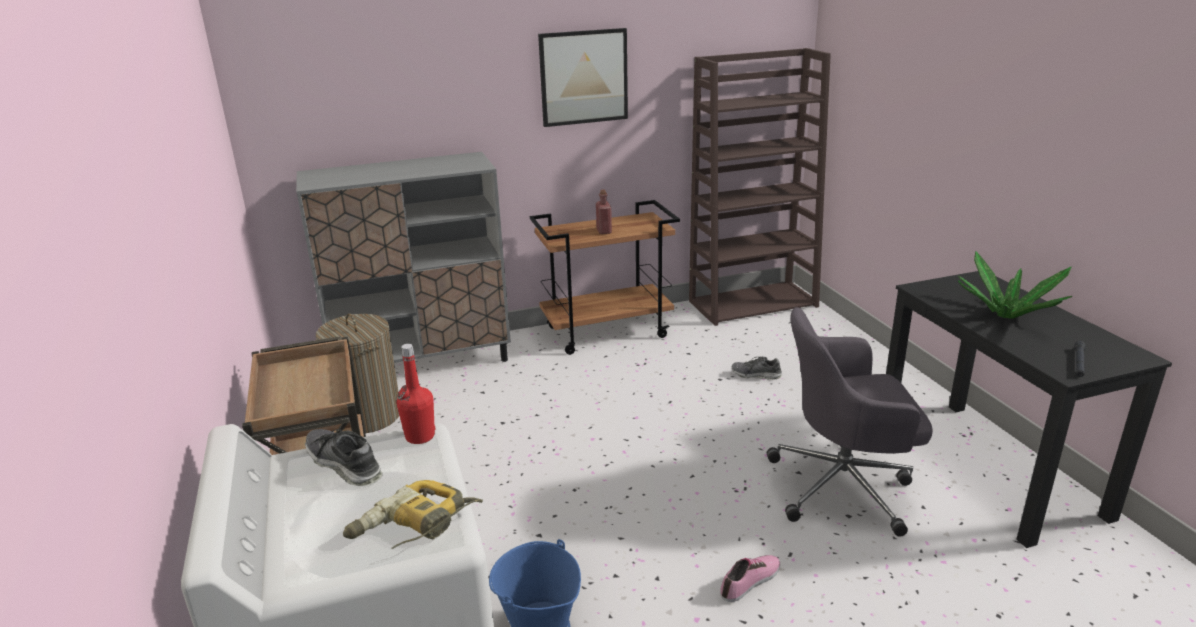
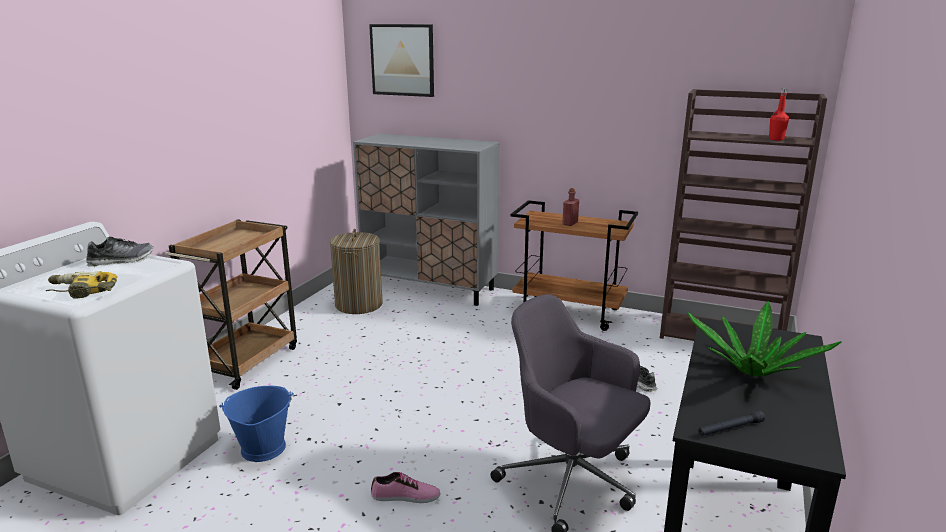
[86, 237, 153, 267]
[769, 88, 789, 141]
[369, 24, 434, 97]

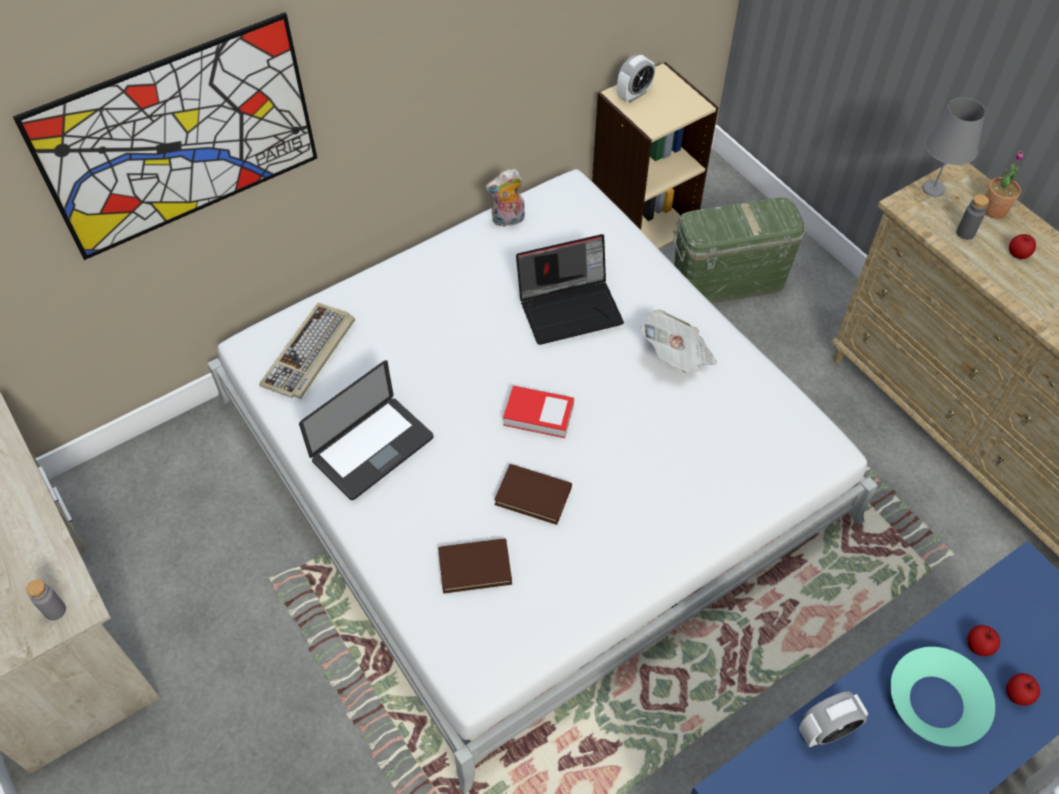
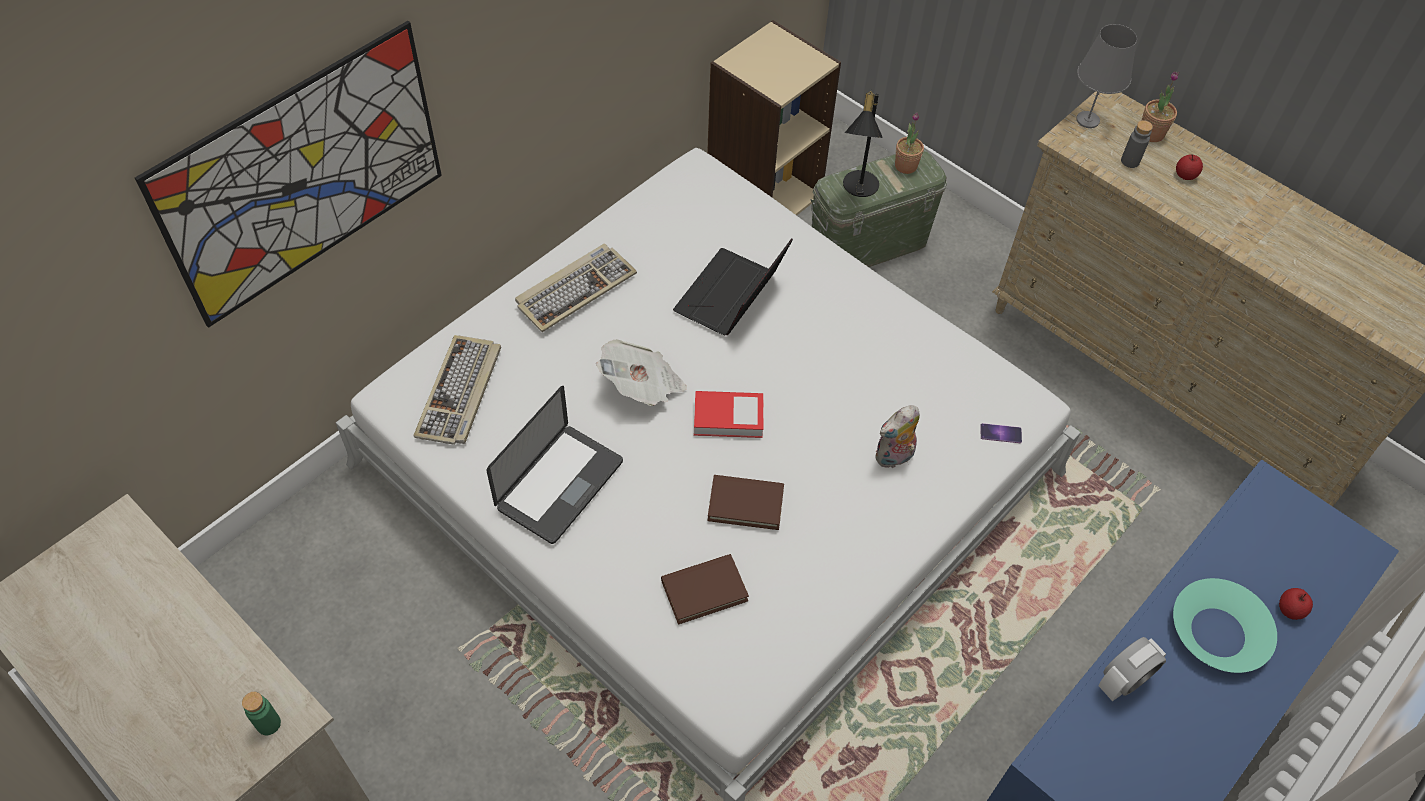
[242, 692, 281, 735]
[876, 405, 920, 468]
[673, 238, 793, 336]
[617, 55, 655, 103] (first image)
[596, 339, 687, 406]
[967, 625, 1000, 656] (first image)
[515, 244, 637, 332]
[843, 91, 883, 197]
[895, 112, 924, 174]
[980, 423, 1022, 443]

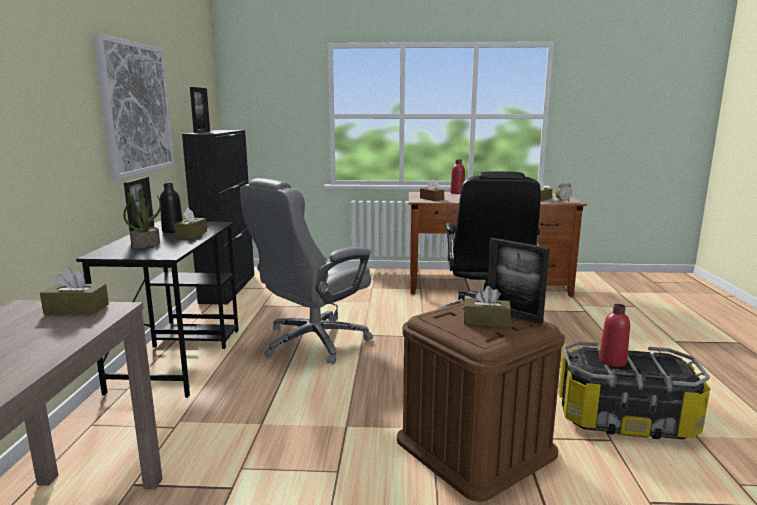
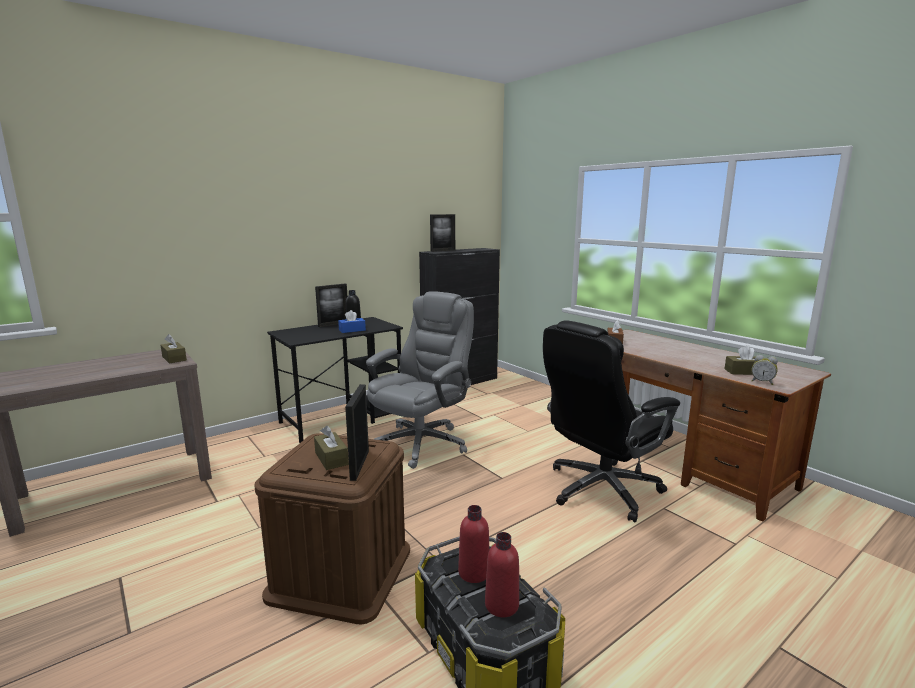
[93, 33, 174, 180] (first image)
[123, 189, 161, 249] (first image)
[338, 310, 366, 333]
[366, 291, 474, 469]
[485, 532, 519, 617]

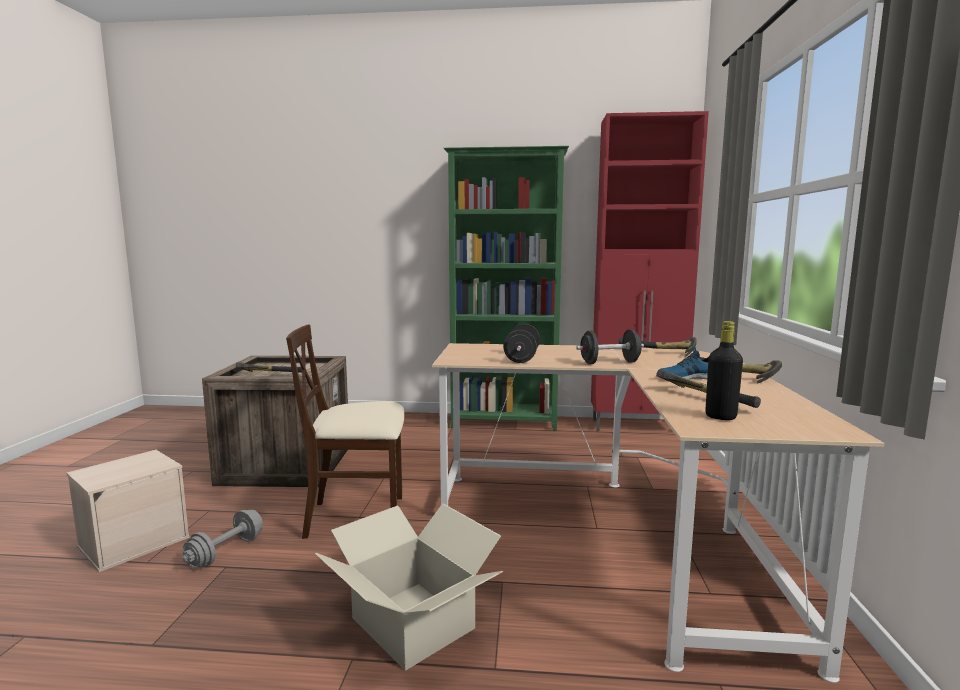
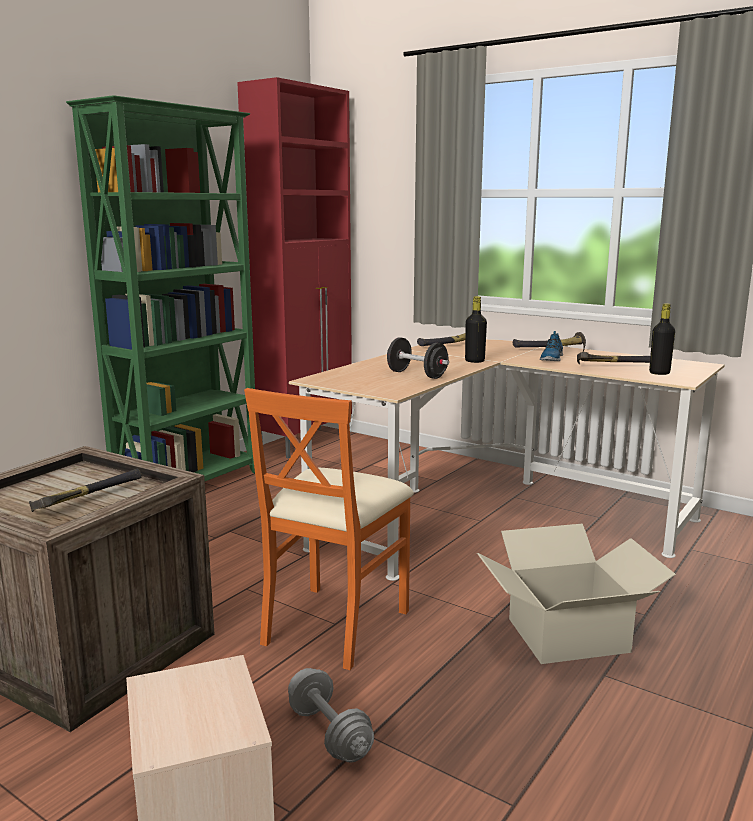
[244, 388, 414, 670]
[465, 296, 487, 363]

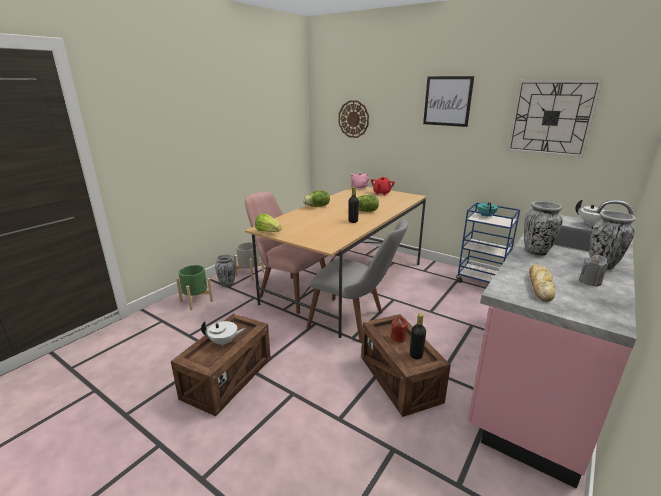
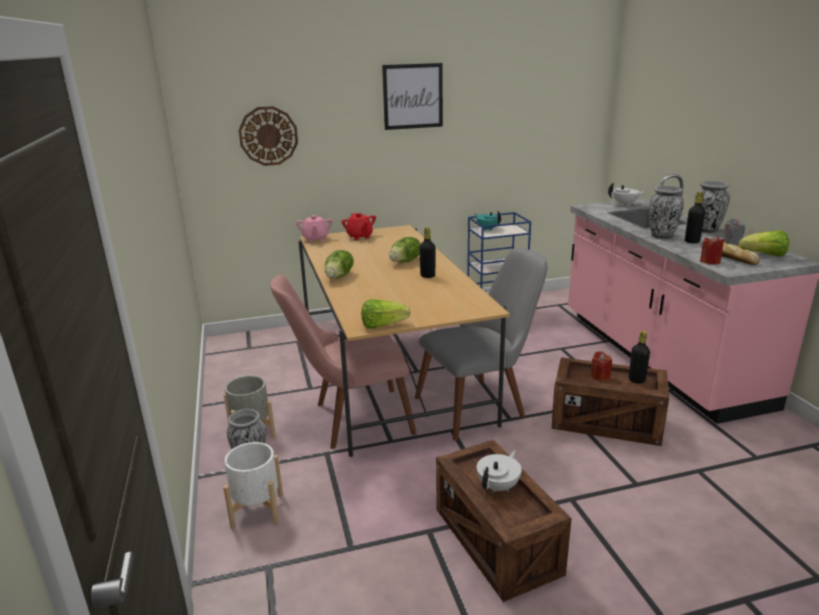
[223, 442, 283, 529]
[507, 80, 603, 158] (first image)
[685, 192, 706, 243]
[700, 235, 724, 265]
[739, 231, 789, 256]

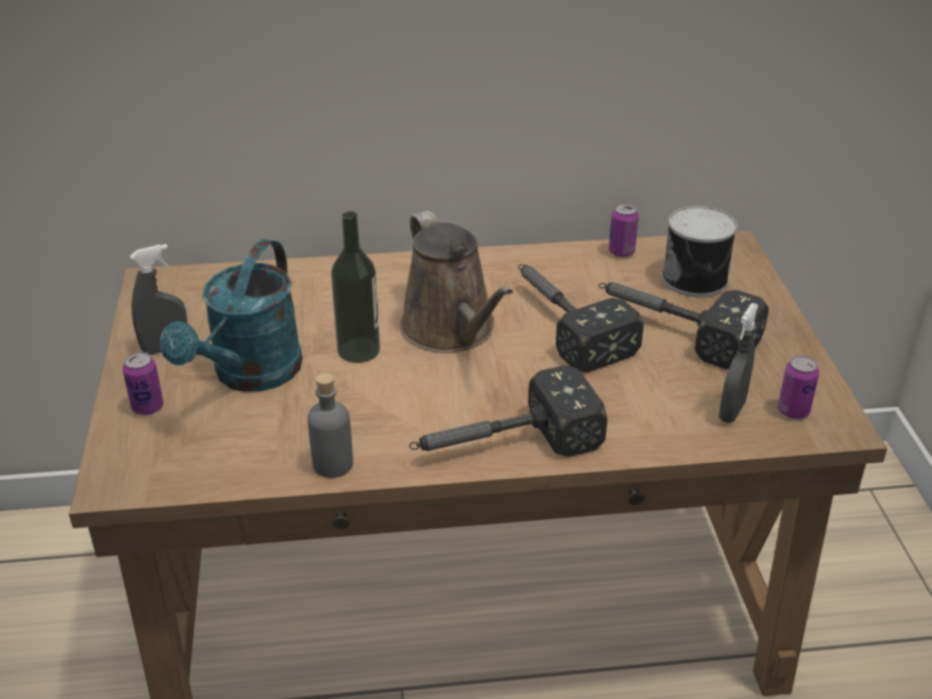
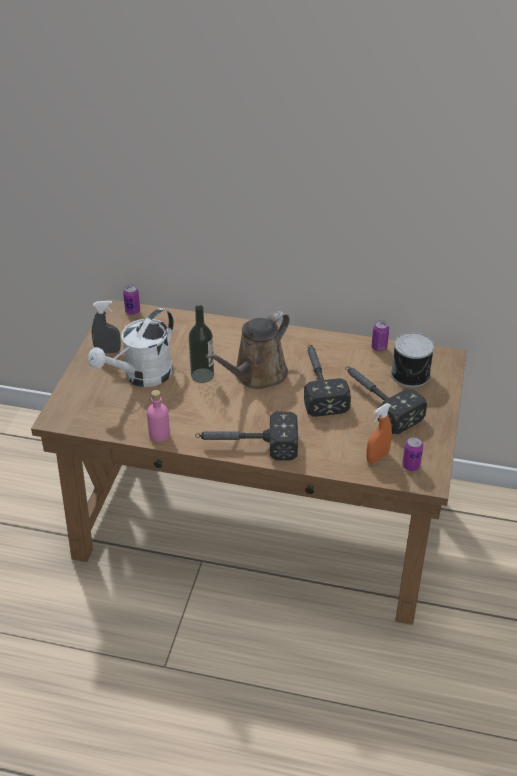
[123, 285, 140, 315]
[88, 308, 174, 387]
[147, 390, 170, 442]
[205, 311, 290, 389]
[366, 403, 392, 464]

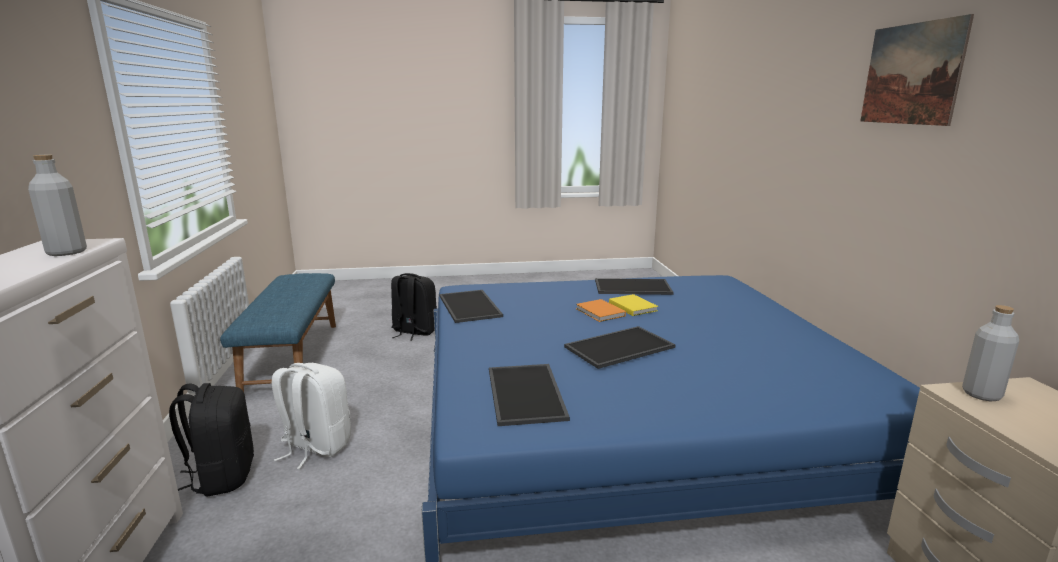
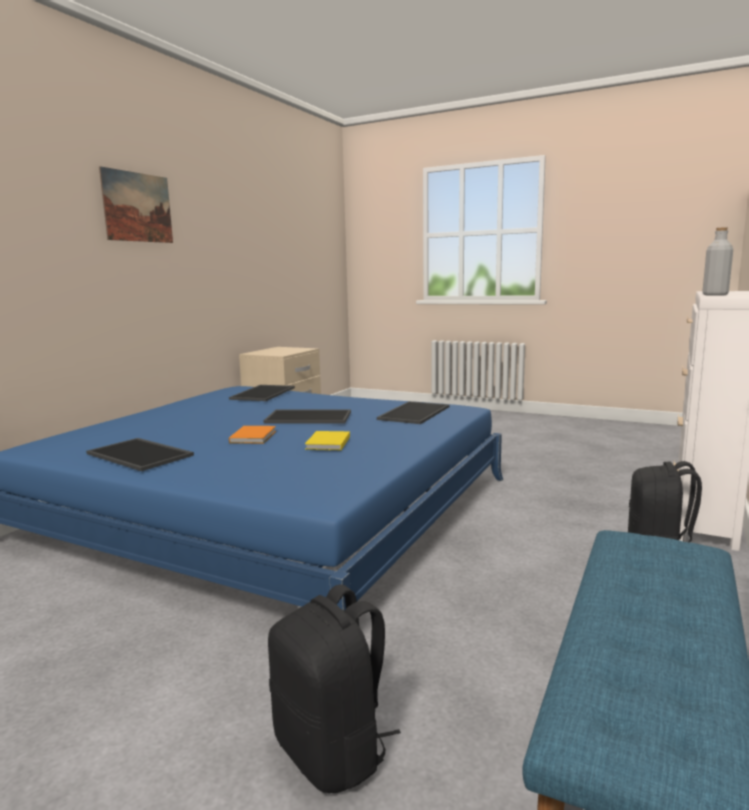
[272, 363, 351, 469] (first image)
[229, 385, 295, 401]
[305, 431, 350, 450]
[962, 305, 1019, 402] (first image)

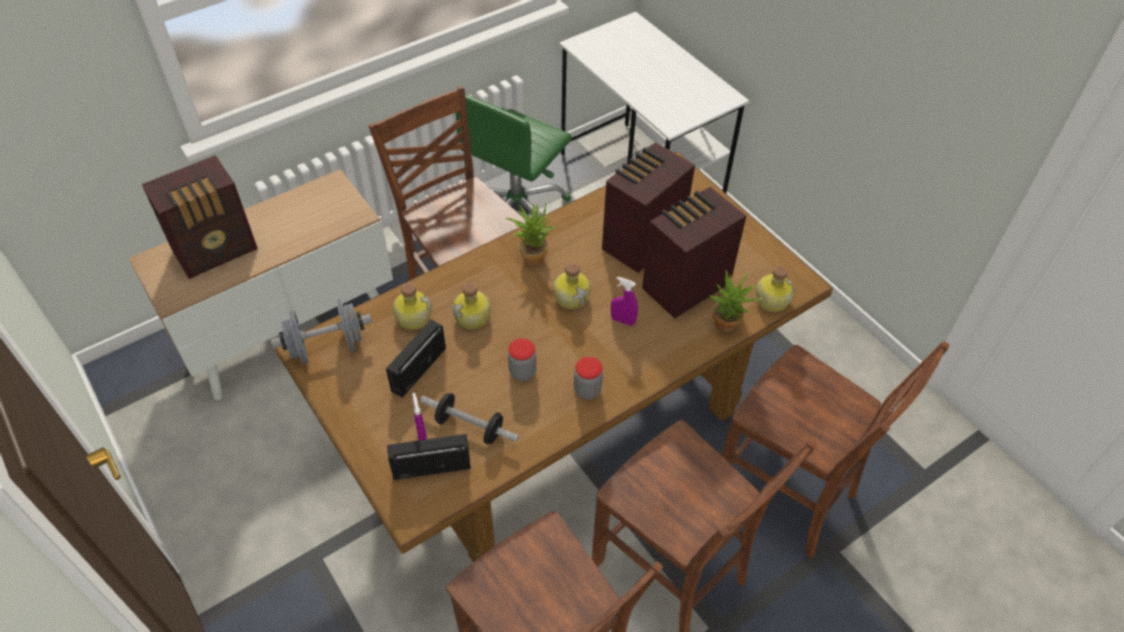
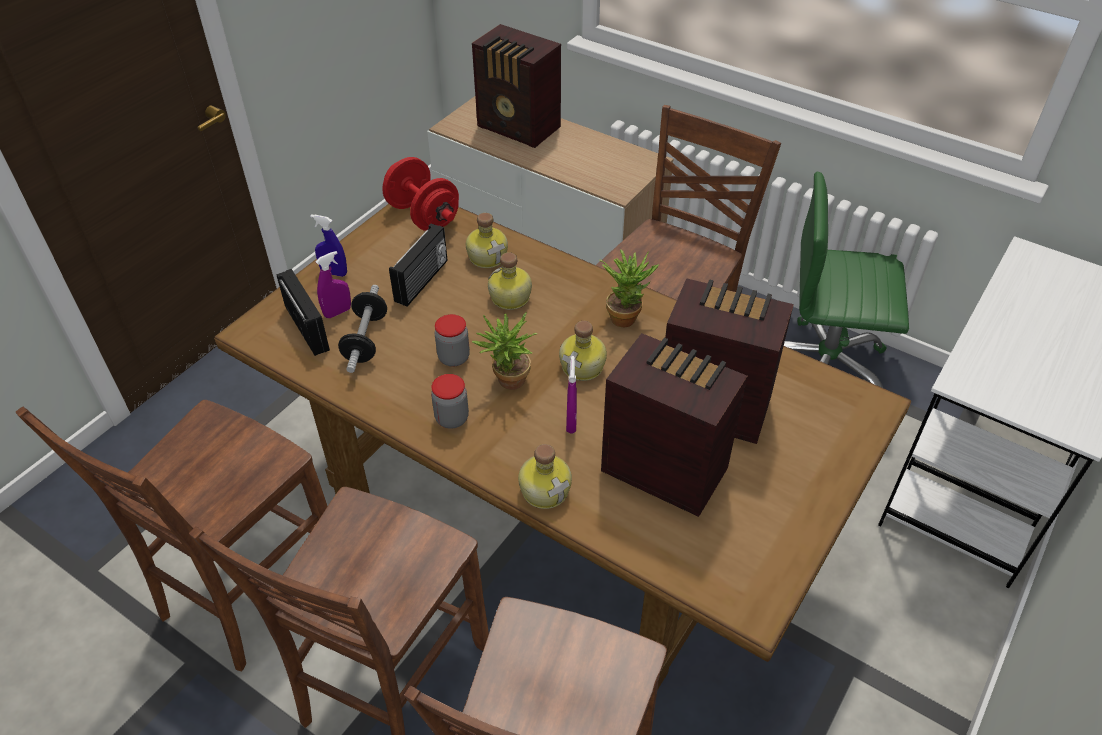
[382, 157, 459, 231]
[389, 224, 447, 307]
[472, 312, 538, 390]
[518, 444, 572, 509]
[310, 214, 347, 277]

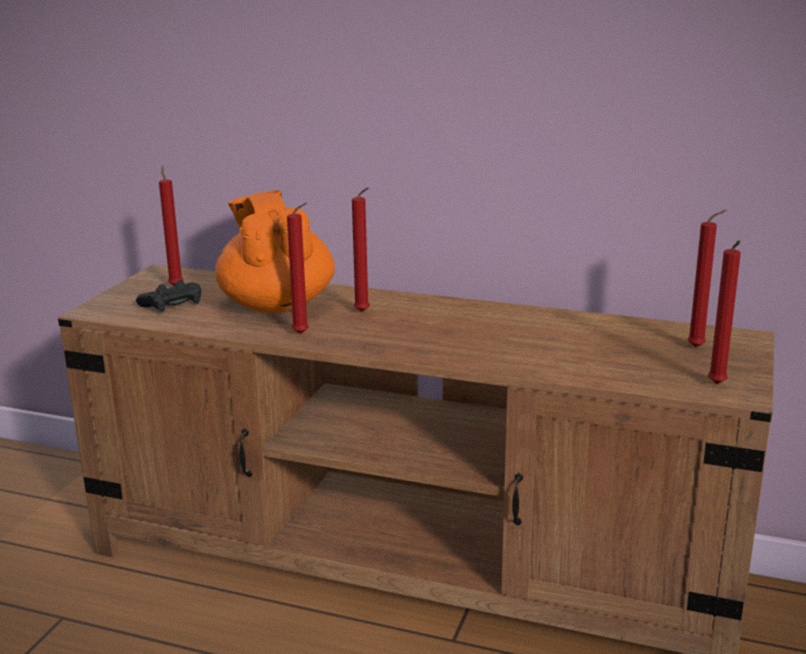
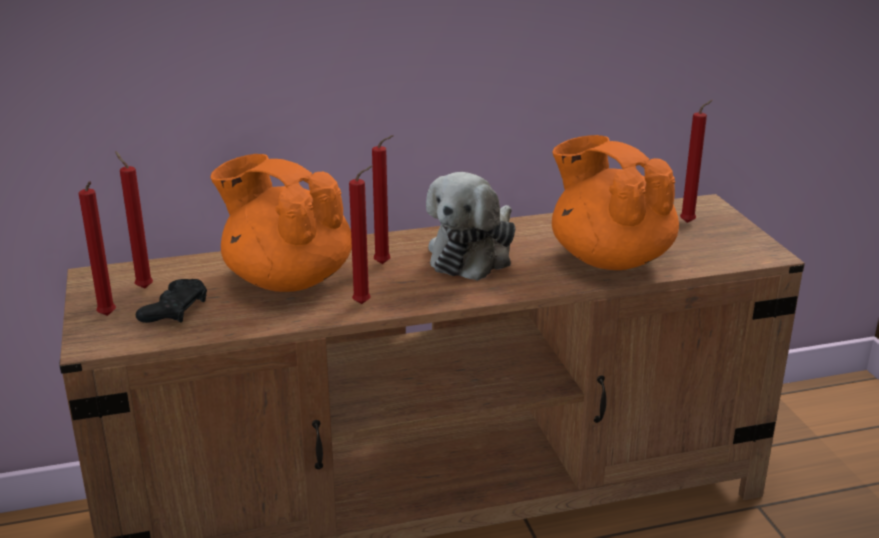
[79, 181, 116, 316]
[426, 172, 515, 281]
[552, 135, 679, 270]

